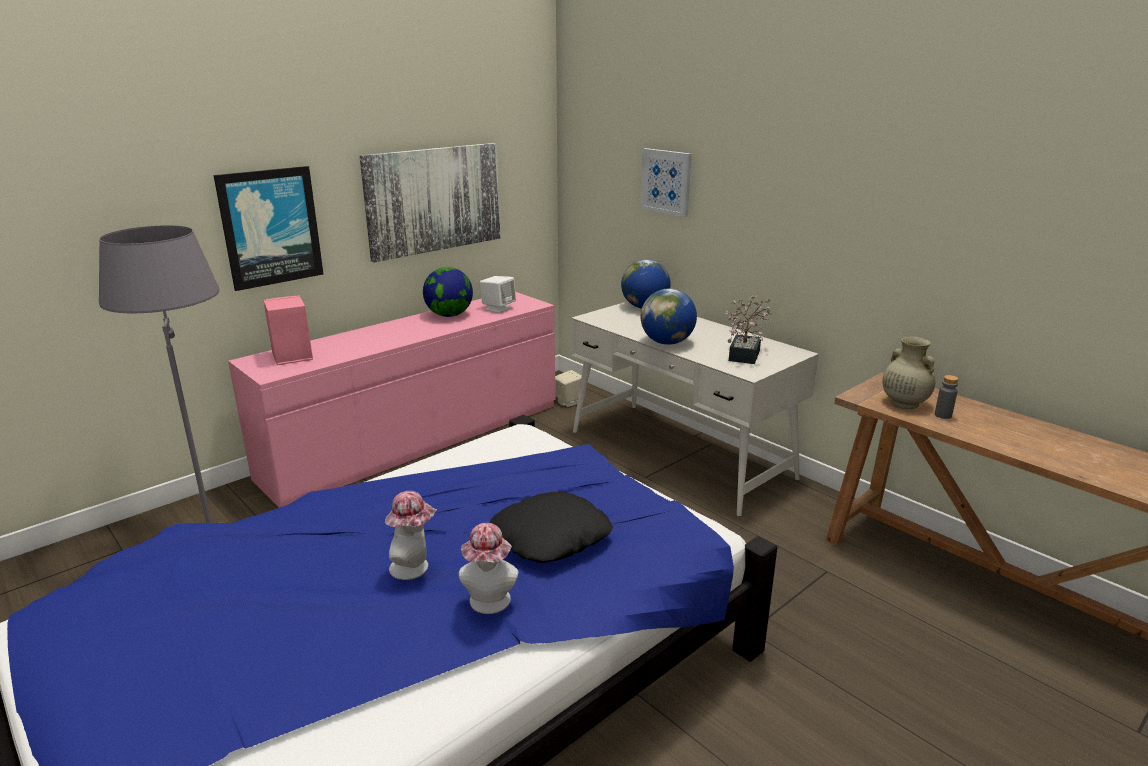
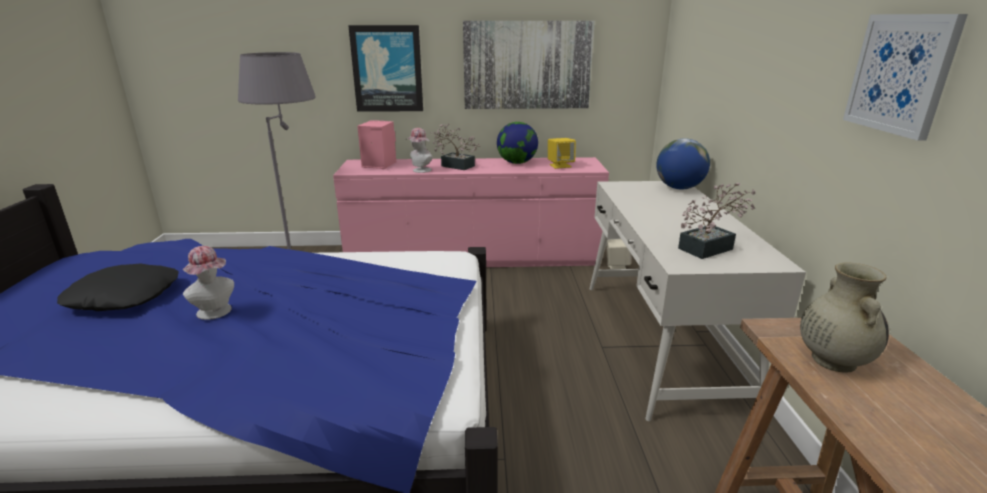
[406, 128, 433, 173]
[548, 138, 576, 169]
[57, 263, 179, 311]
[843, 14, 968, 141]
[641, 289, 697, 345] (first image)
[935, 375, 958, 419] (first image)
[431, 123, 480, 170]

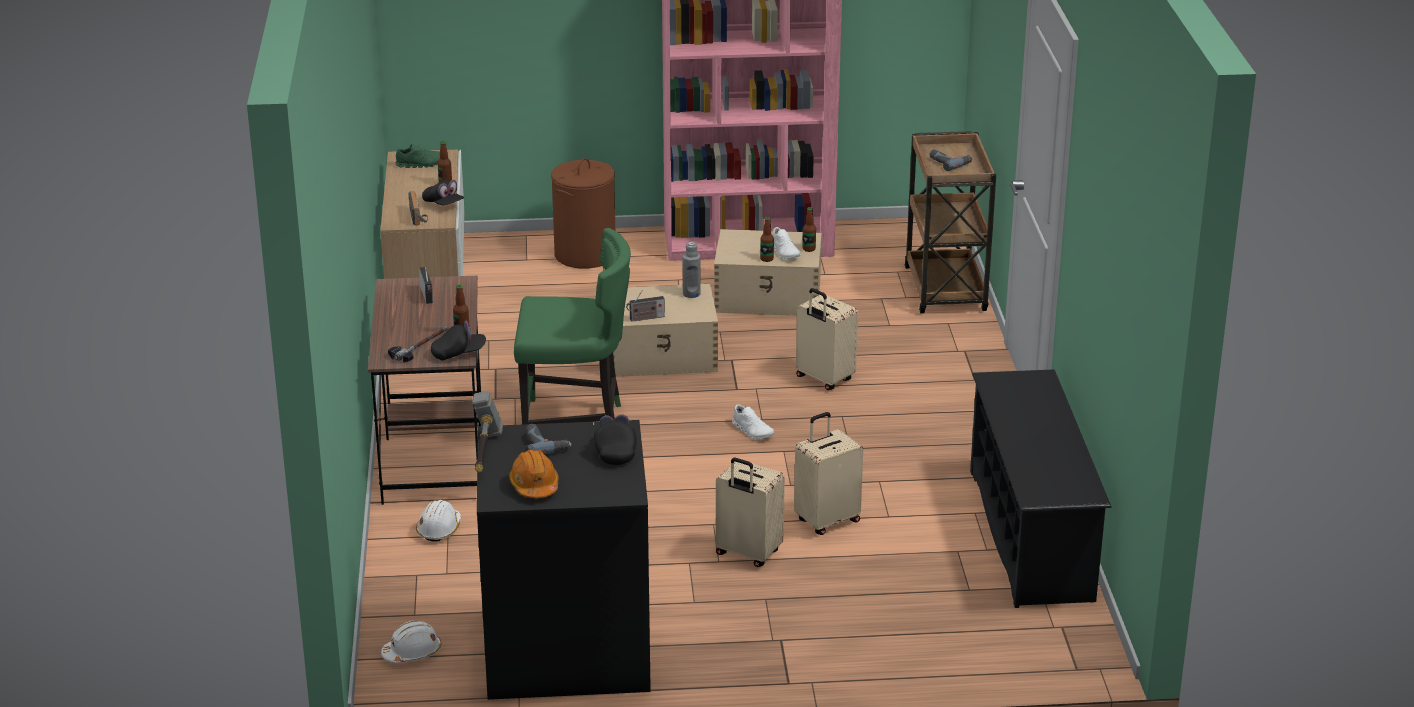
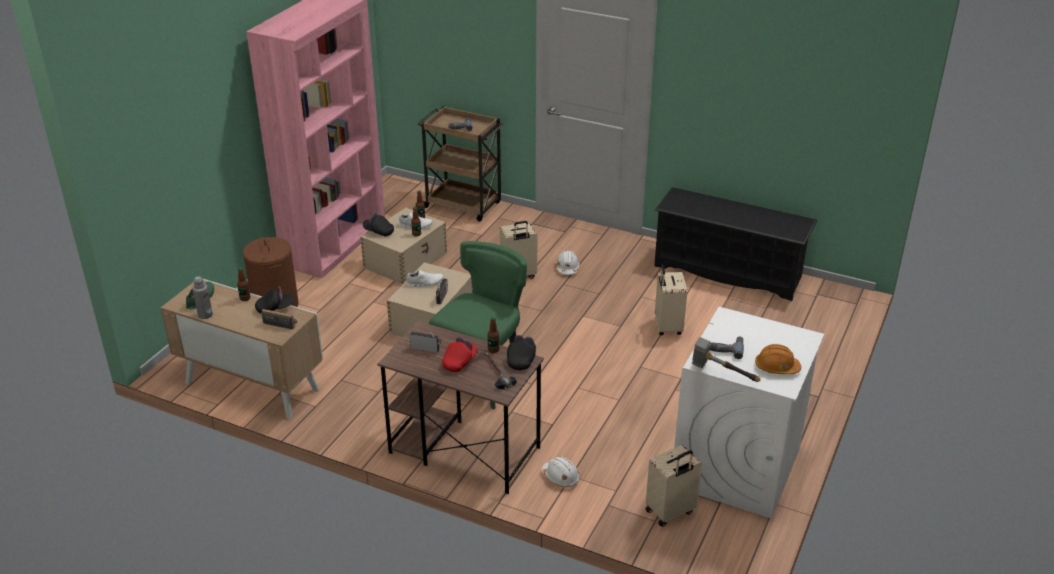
[555, 250, 580, 275]
[674, 307, 824, 518]
[363, 212, 394, 236]
[192, 276, 213, 319]
[646, 445, 702, 527]
[407, 270, 443, 287]
[442, 337, 478, 372]

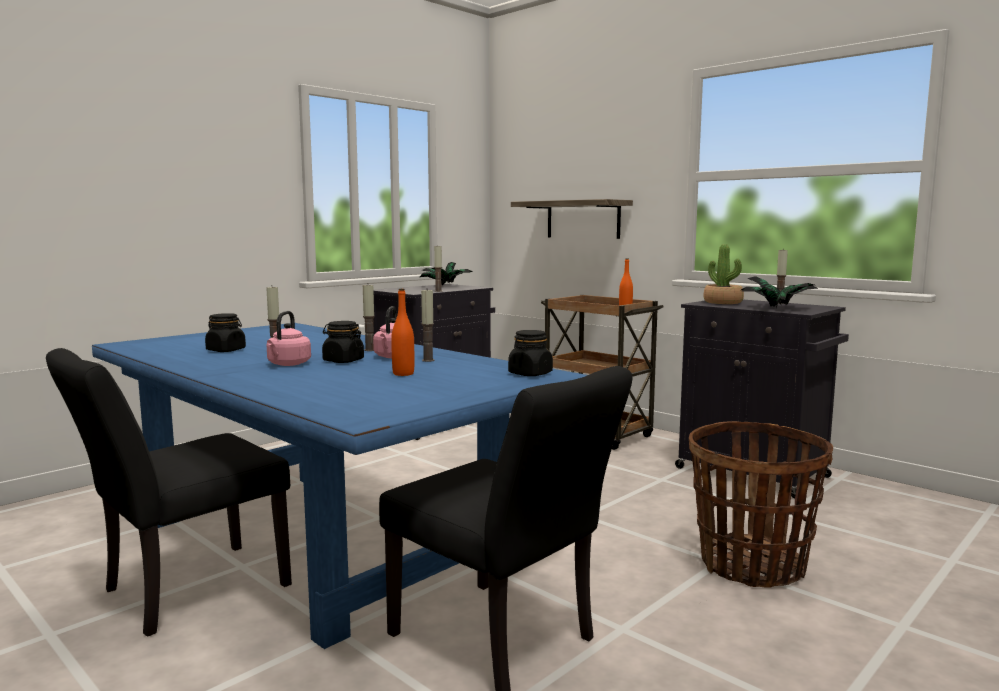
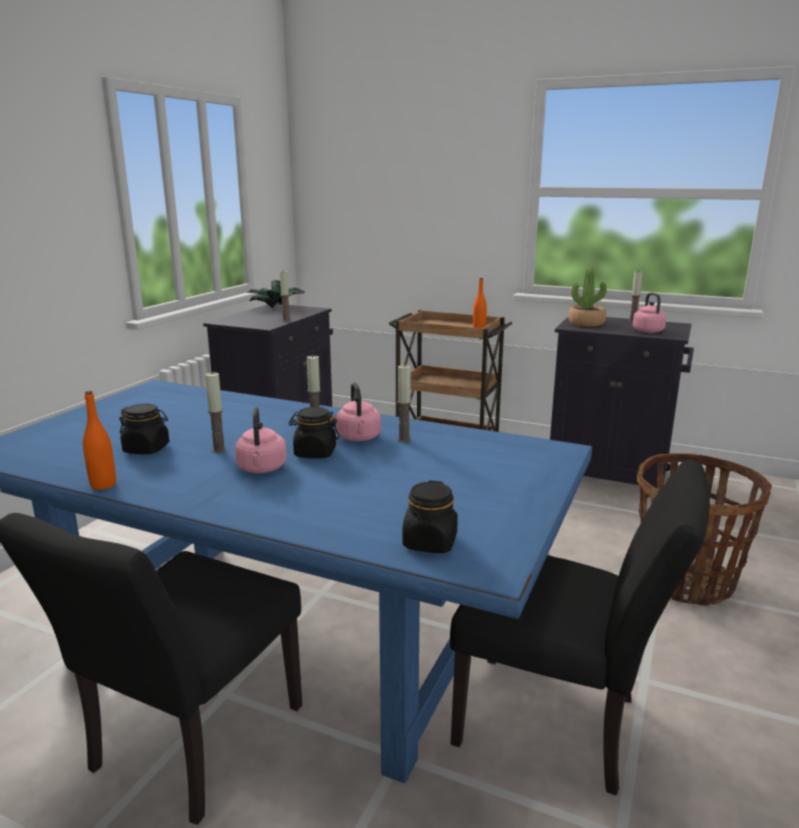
[83, 391, 116, 490]
[402, 480, 458, 553]
[511, 199, 633, 239] (first image)
[633, 292, 666, 333]

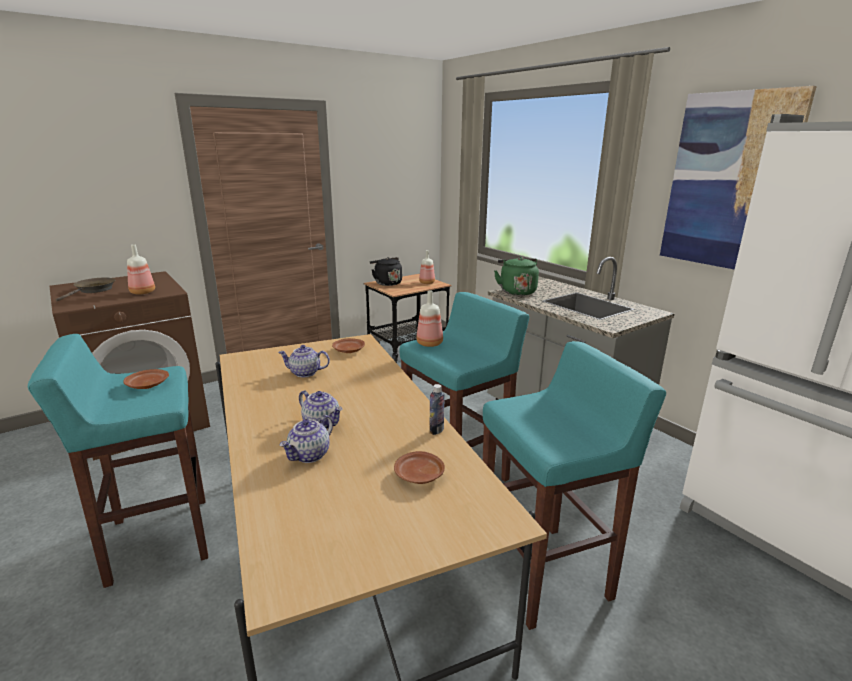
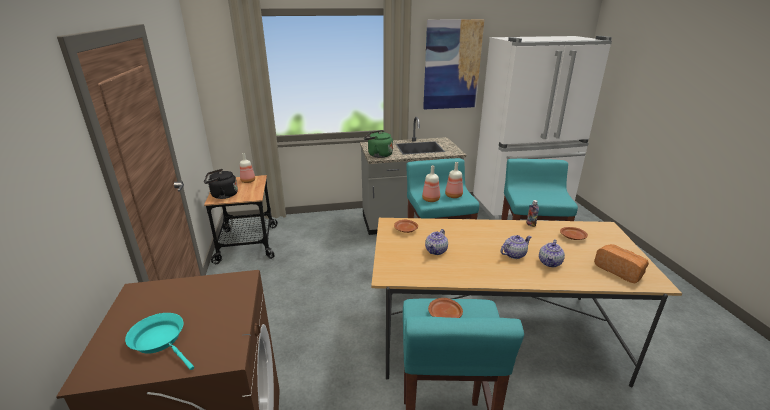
[125, 313, 194, 370]
[445, 162, 463, 198]
[539, 239, 565, 267]
[594, 244, 649, 283]

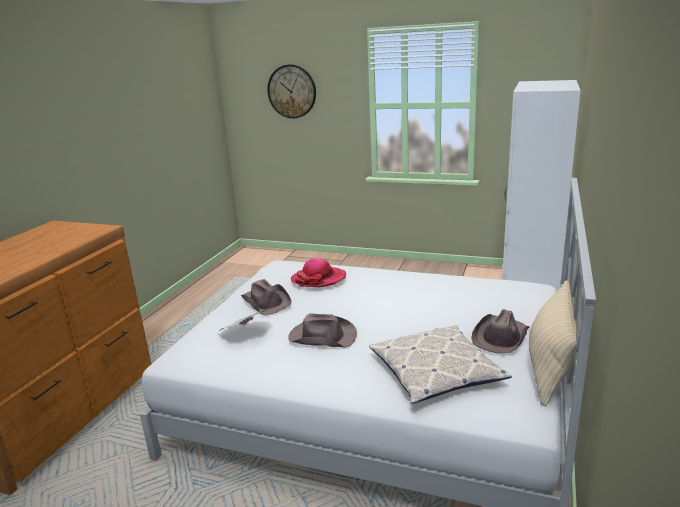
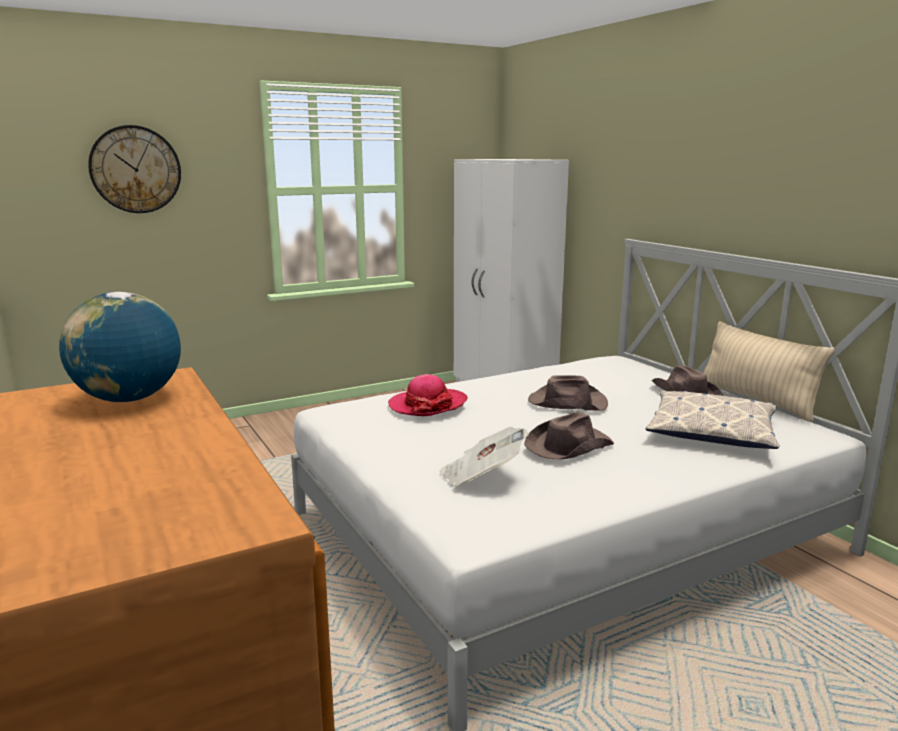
[528, 375, 608, 411]
[59, 292, 181, 402]

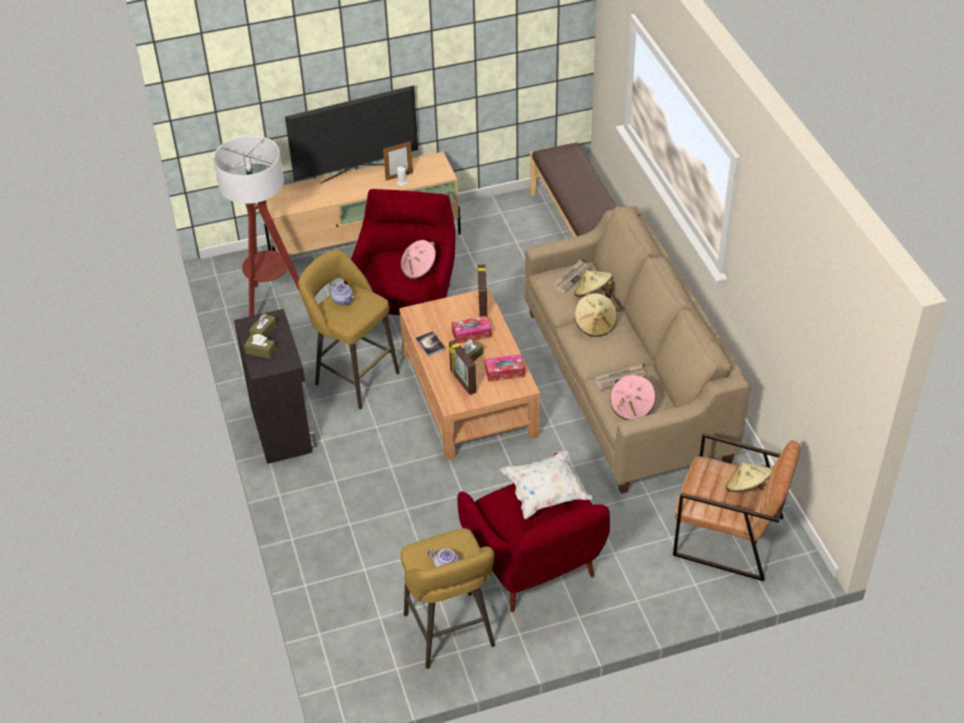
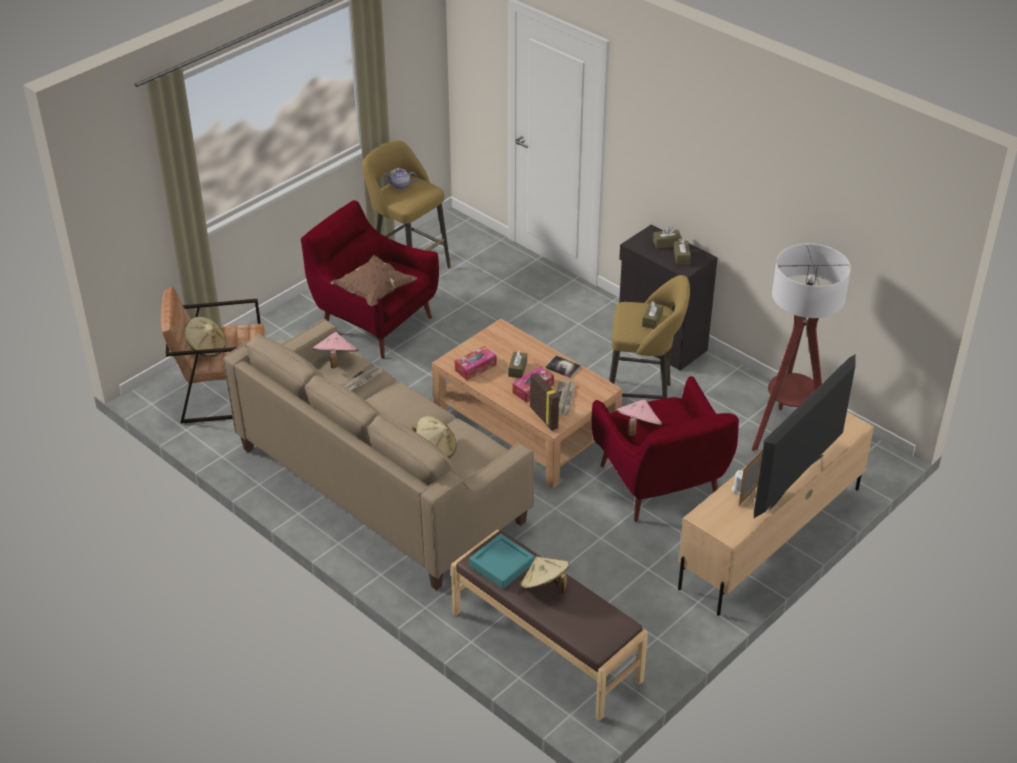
[642, 301, 663, 329]
[448, 339, 476, 395] (first image)
[330, 255, 417, 306]
[557, 380, 577, 416]
[521, 556, 569, 594]
[469, 534, 535, 589]

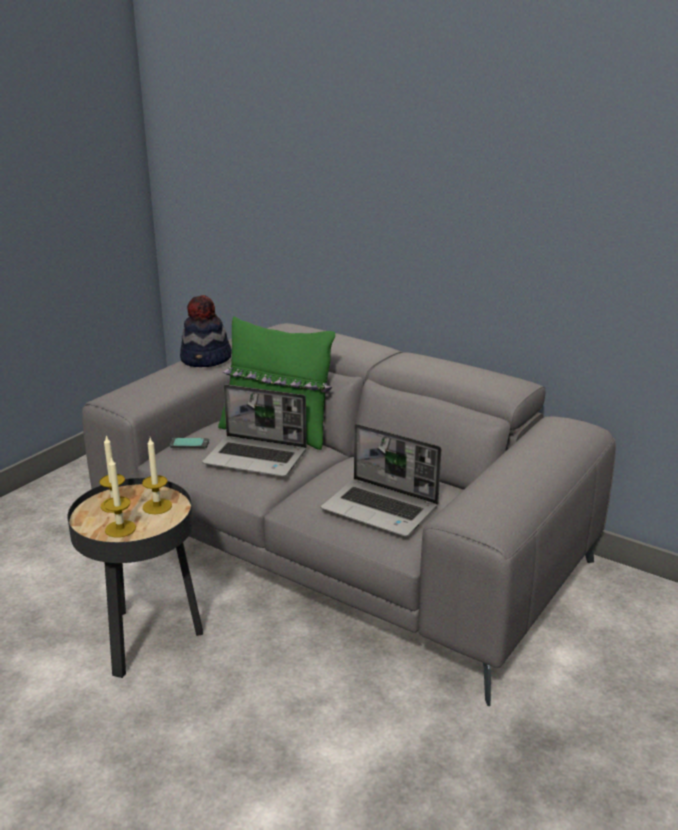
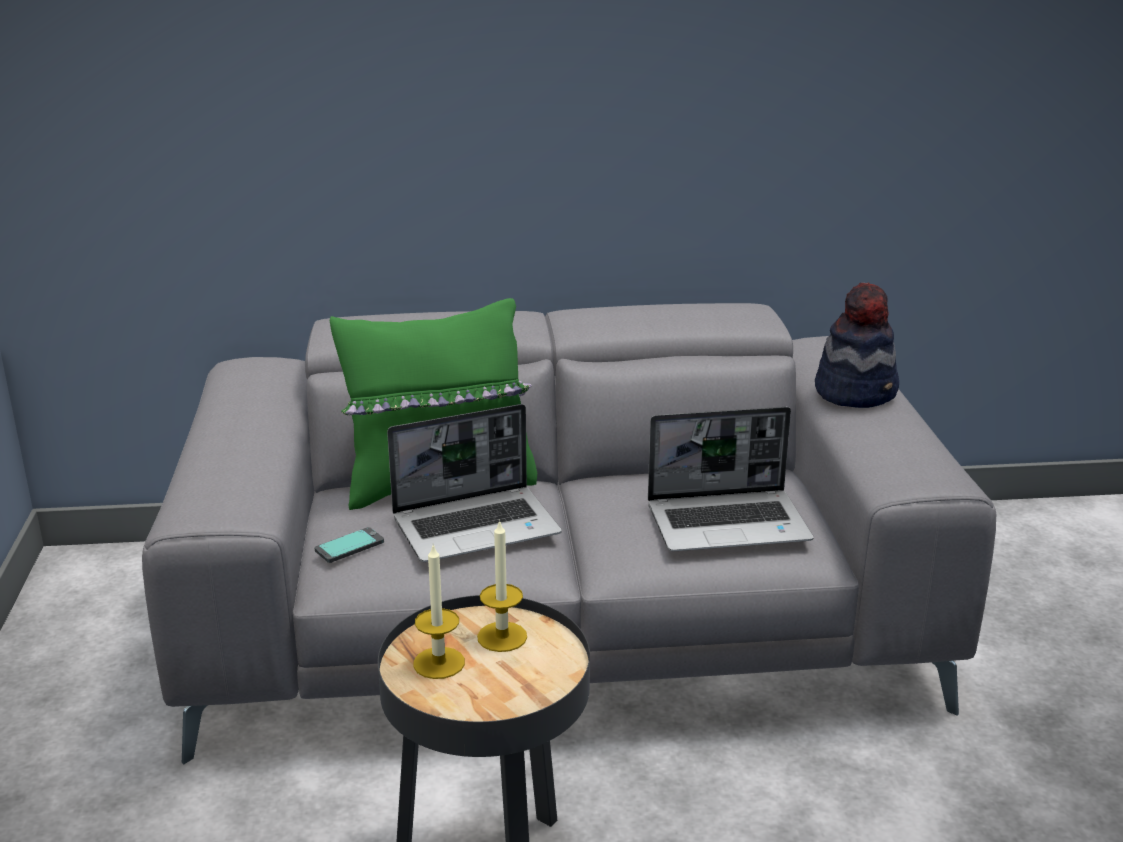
[104, 457, 136, 538] (first image)
[815, 282, 899, 408]

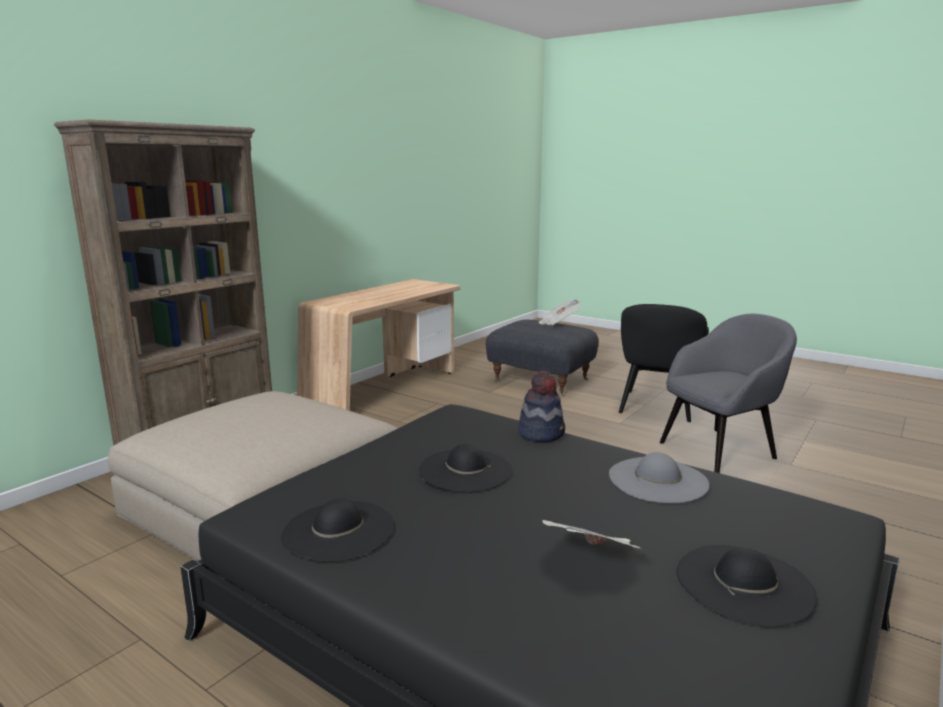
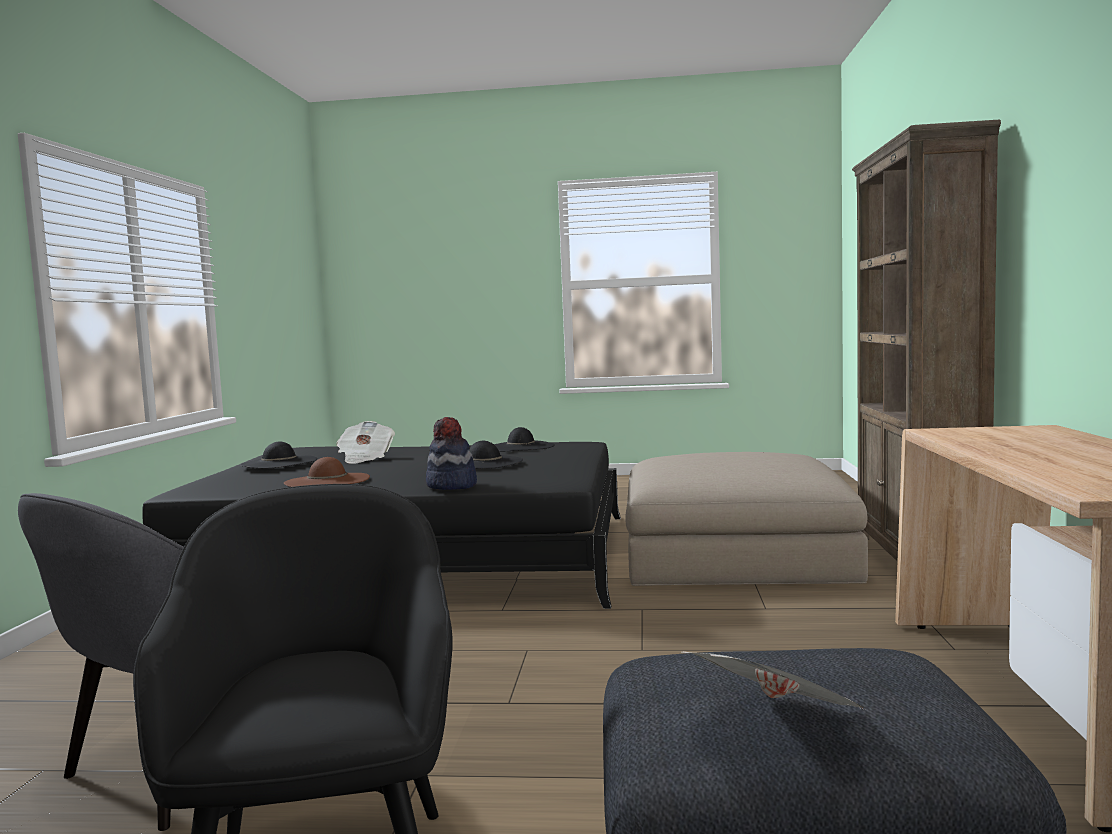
[284, 457, 370, 487]

